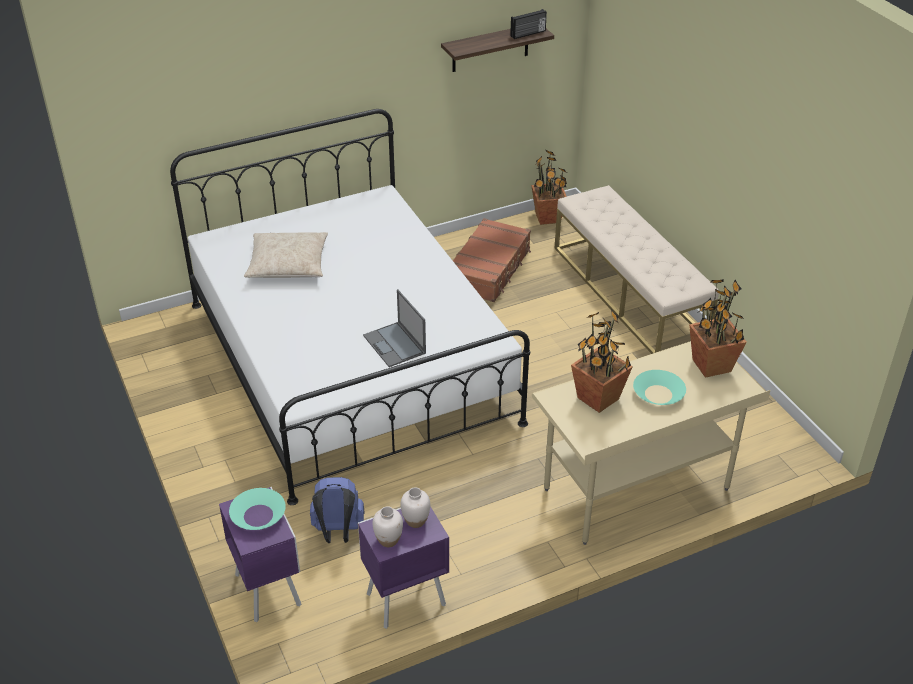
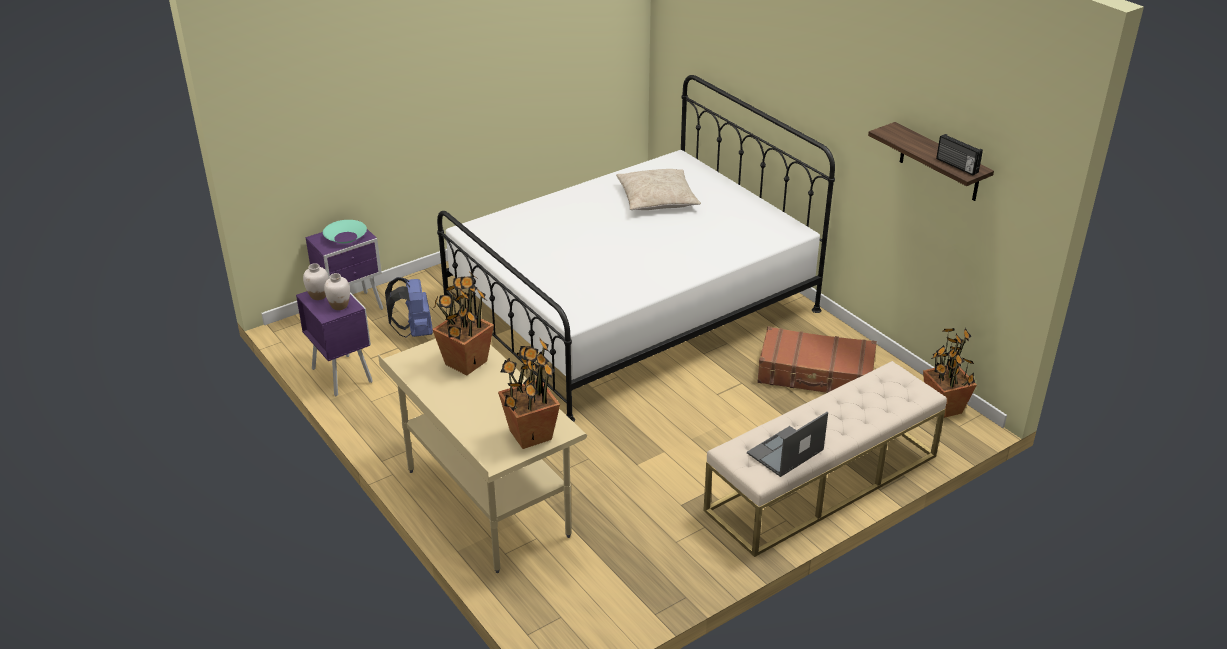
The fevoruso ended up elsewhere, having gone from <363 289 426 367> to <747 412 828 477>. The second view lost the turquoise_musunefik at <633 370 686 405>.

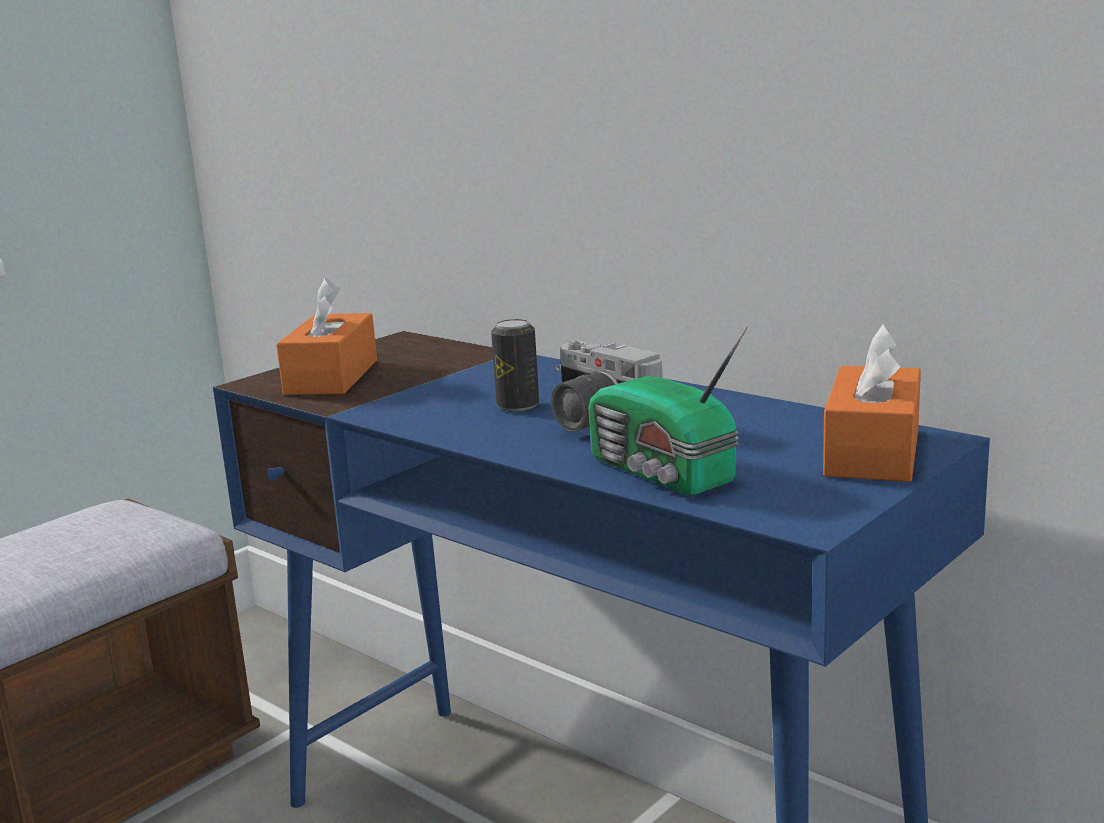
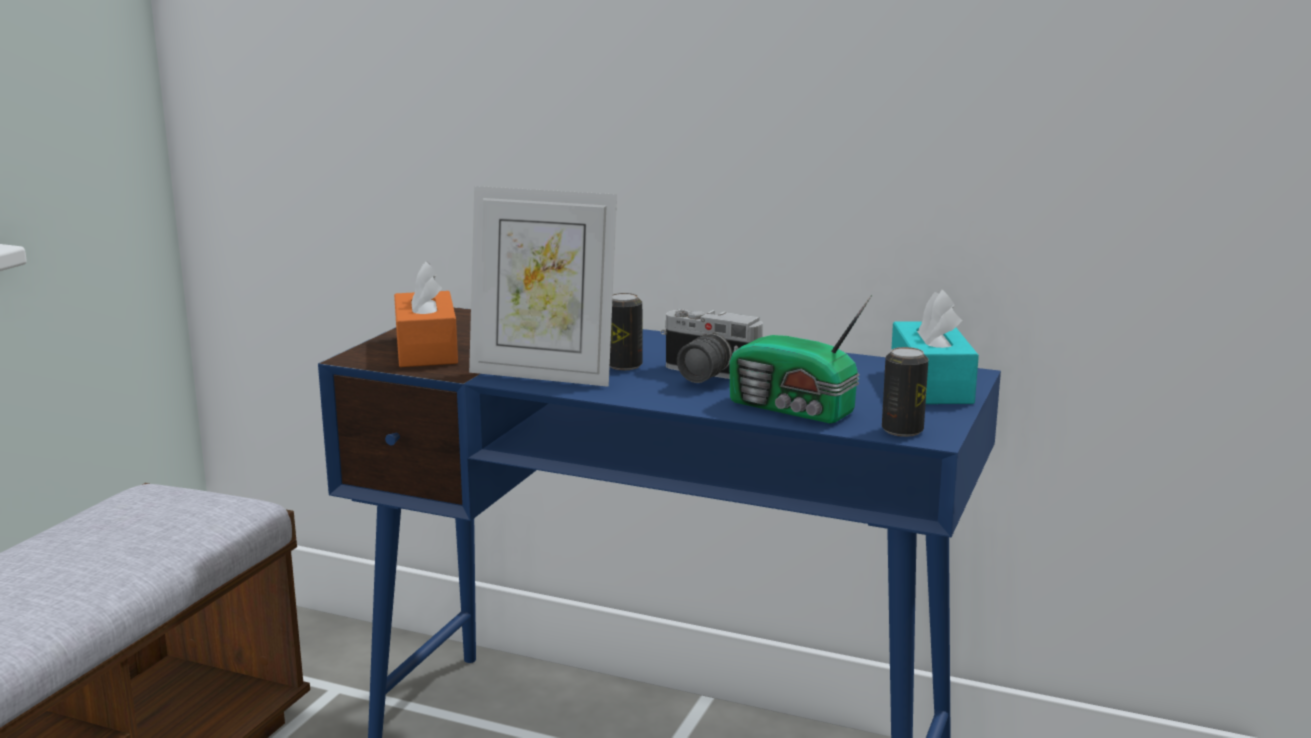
What was the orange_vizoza at <823 324 921 482> turned into the turquoise_vizoza at <891 290 979 404>. The second view gained the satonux at <469 186 617 387>. The second view gained the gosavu at <882 347 928 437>.

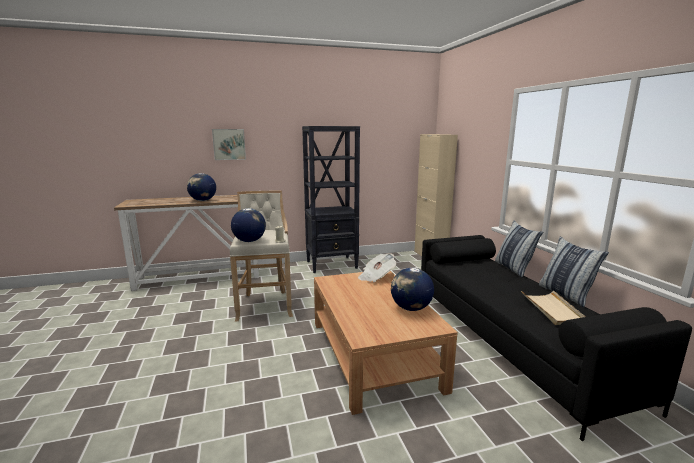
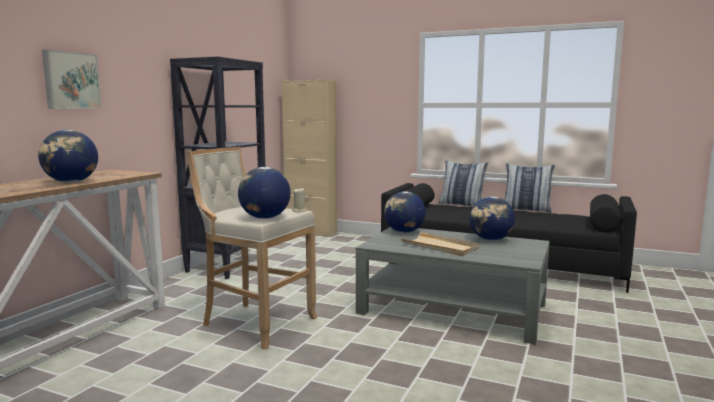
Where the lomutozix stood at <358 253 396 282>, the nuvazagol came to stand at <384 191 426 233>. What was the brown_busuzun at <314 271 458 415> turned into the grey_busuzun at <356 227 550 345>. The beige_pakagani ended up elsewhere, having gone from <521 291 586 325> to <401 232 479 256>.

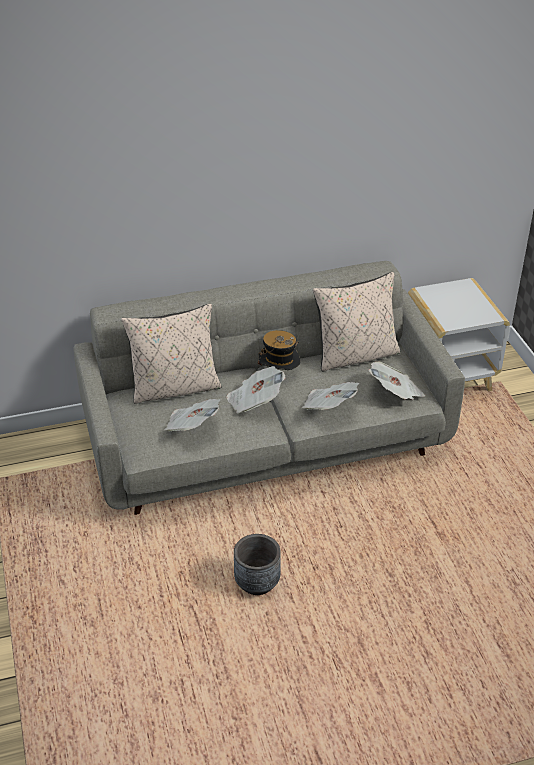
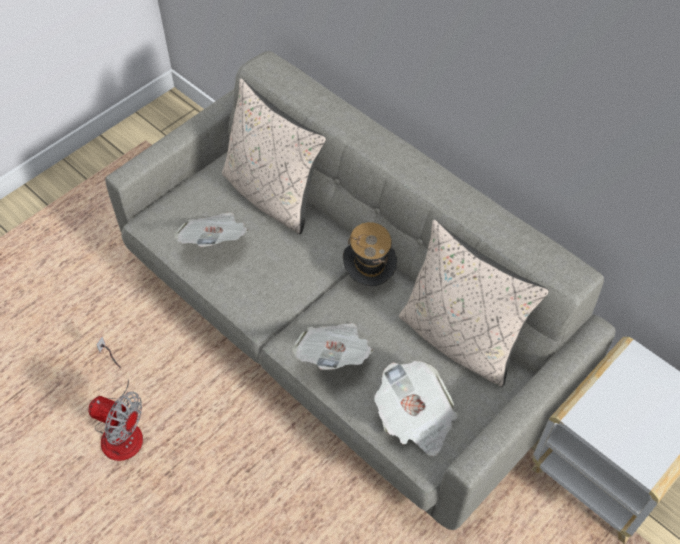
The second view lost the lomutozix at <226 366 285 414>. Where the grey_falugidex stood at <234 534 281 595>, the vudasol came to stand at <89 337 143 461>.

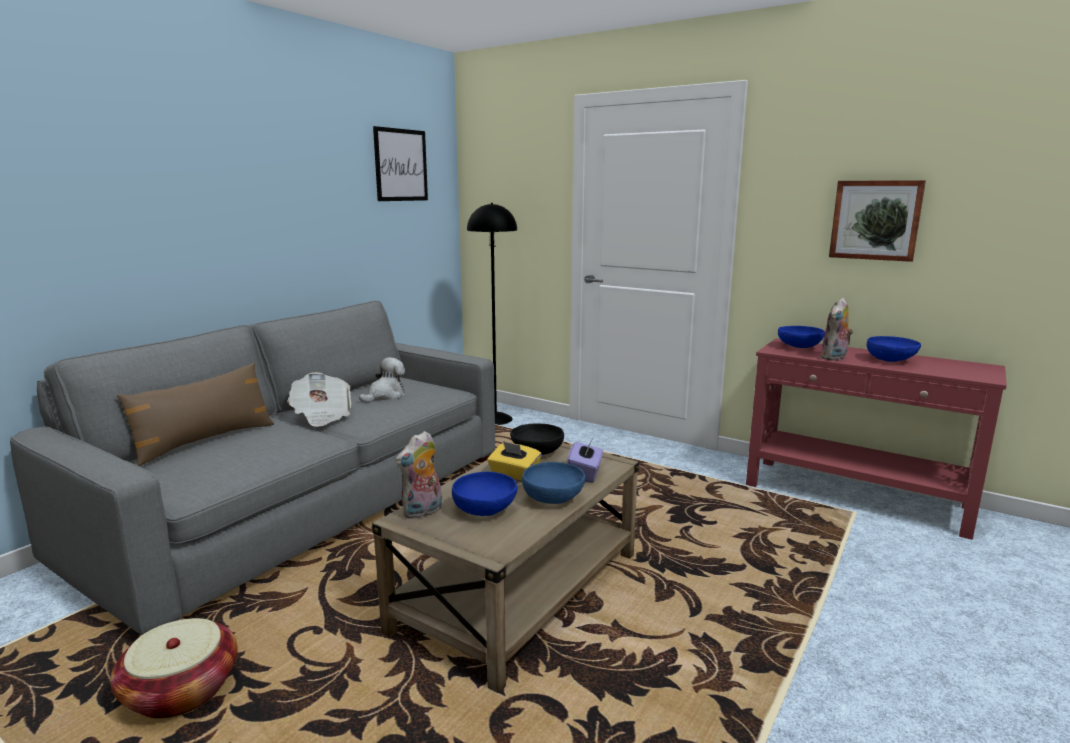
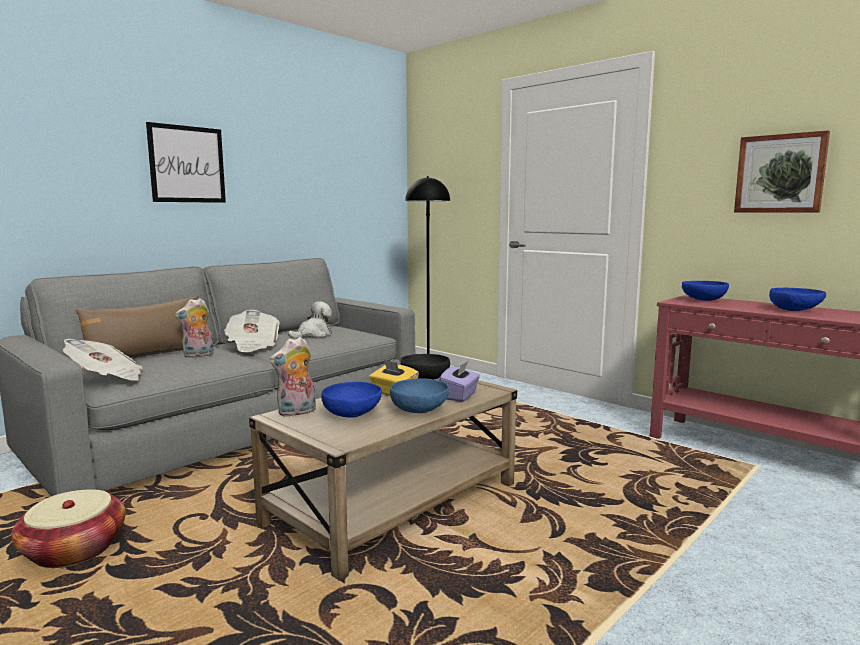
The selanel ended up elsewhere, having gone from <373 126 428 201> to <146 122 226 203>. The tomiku ended up elsewhere, having gone from <820 298 853 361> to <175 298 214 358>. The second view gained the lomutozix at <63 339 142 381>.

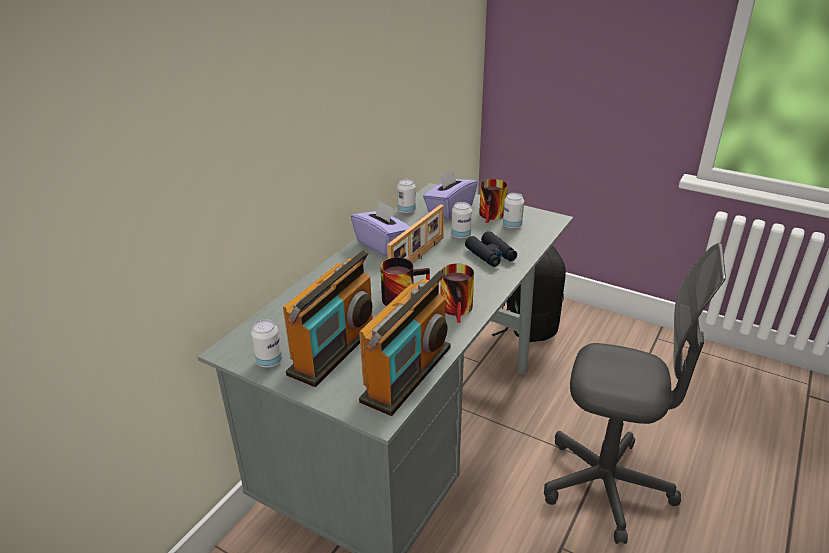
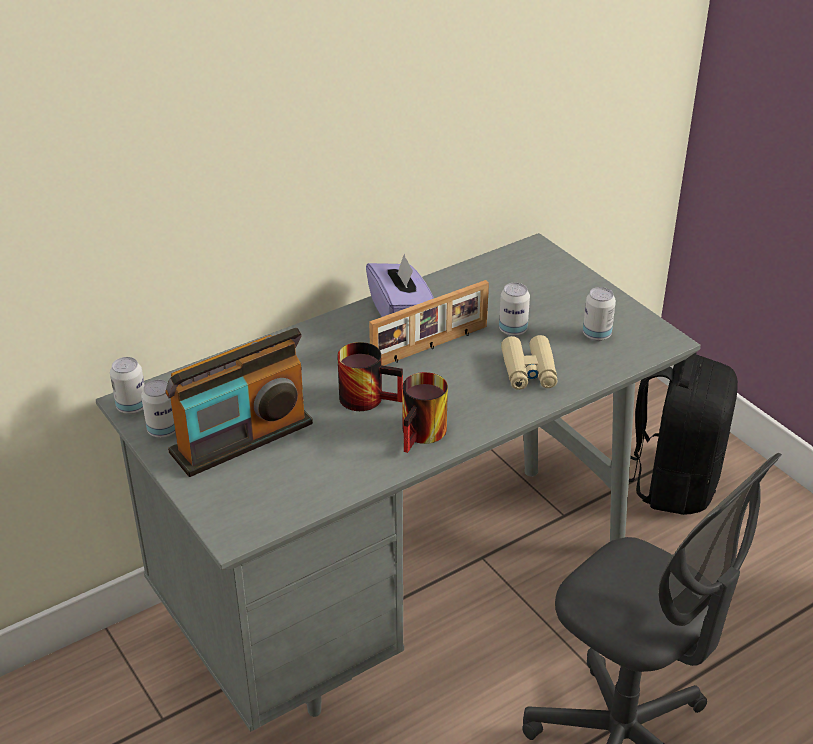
The second view lost the purple_vizoza at <423 168 478 220>. The gosavu ended up elsewhere, having gone from <397 179 416 214> to <110 357 145 414>. The second view lost the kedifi at <479 179 507 223>. What was the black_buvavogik at <465 231 517 267> turned into the beige_buvavogik at <501 335 558 390>. The second view lost the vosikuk at <359 271 451 416>.

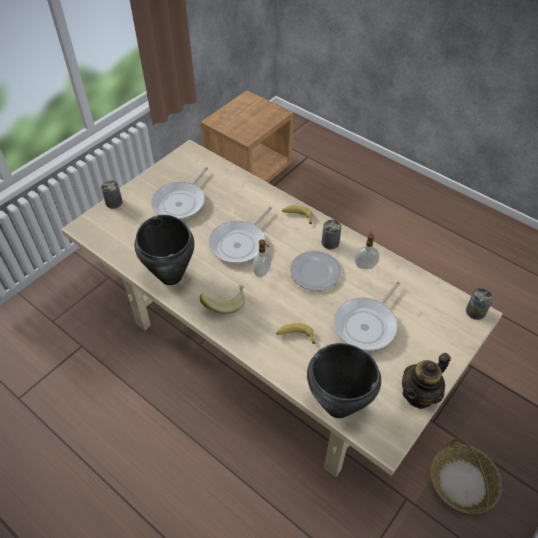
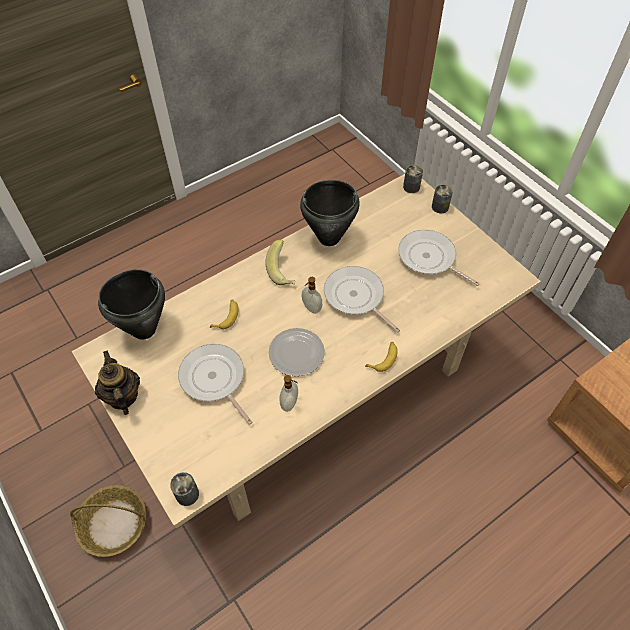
The gosavu ended up elsewhere, having gone from <322 220 341 249> to <403 165 423 193>.

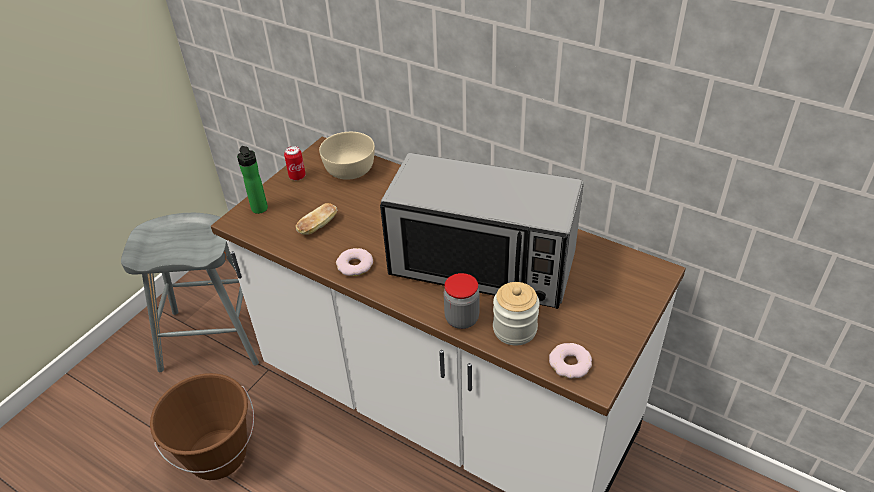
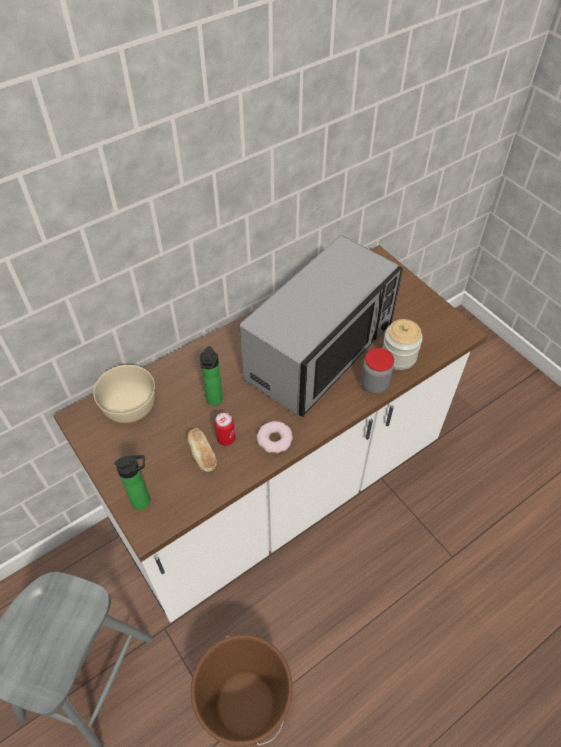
The gosavu ended up elsewhere, having gone from <284 146 306 180> to <214 413 236 446>. The second view lost the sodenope at <549 343 592 379>. The second view gained the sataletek at <200 346 223 406>.

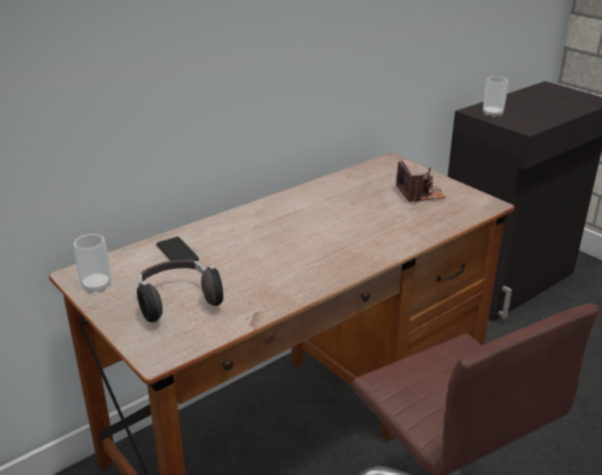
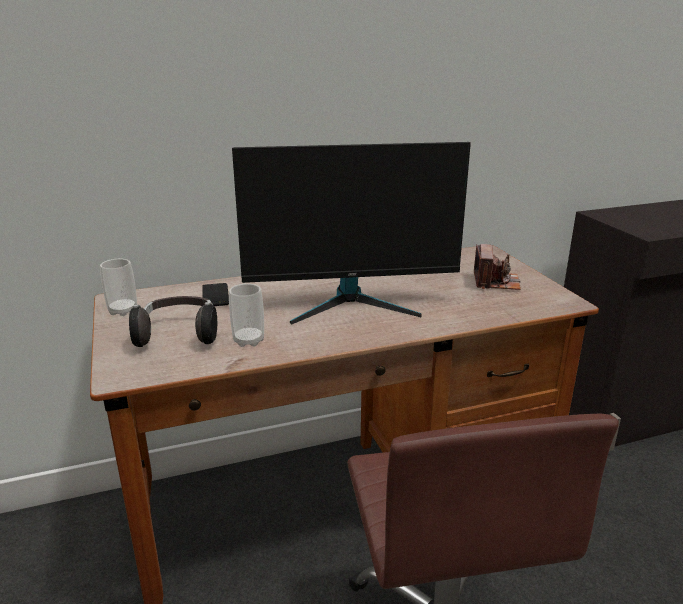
The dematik ended up elsewhere, having gone from <483 76 508 118> to <229 284 264 347>. The second view gained the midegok at <232 142 471 325>.

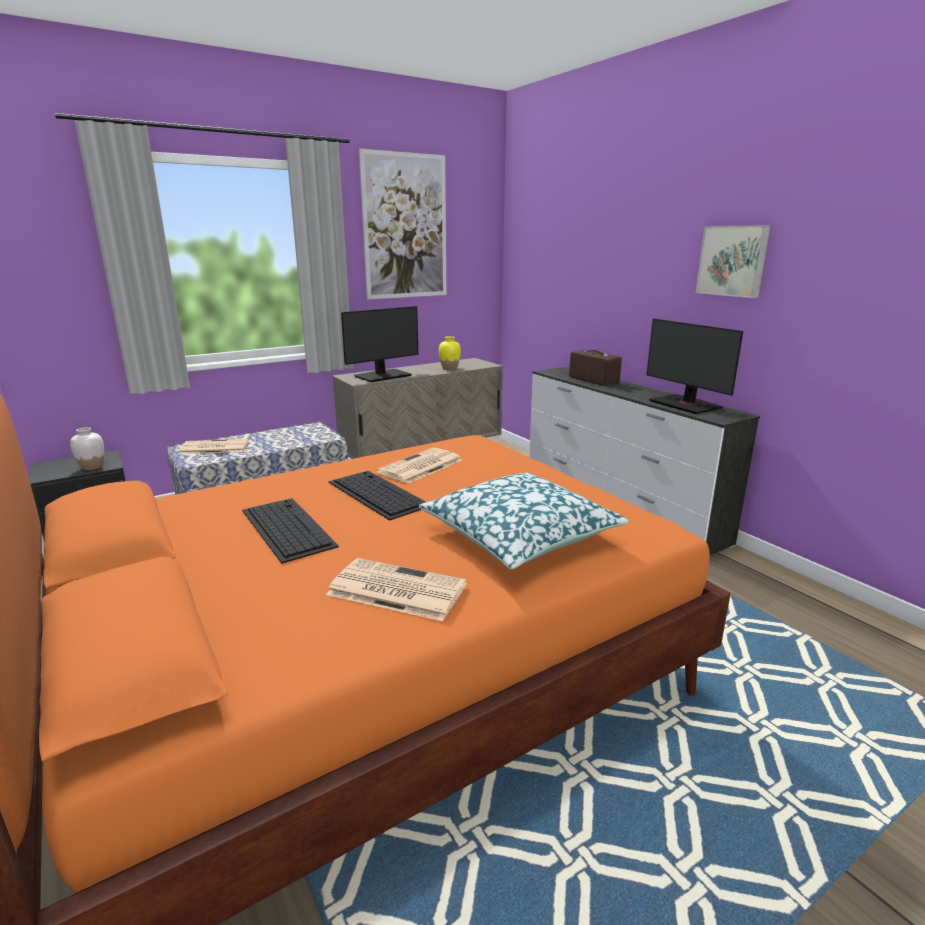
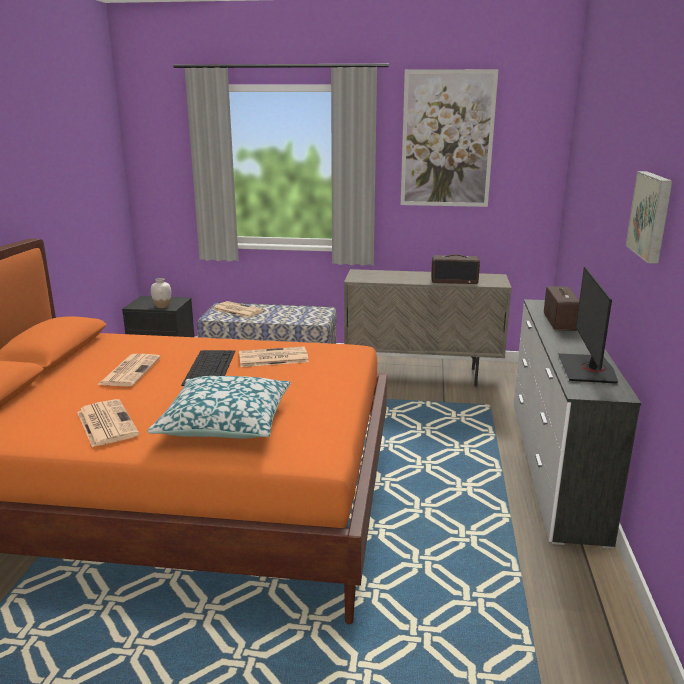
The second view lost the midegok at <341 306 418 382>. Where the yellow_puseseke stood at <439 336 461 370>, the vosikuk came to stand at <431 254 480 284>. Where the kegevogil stood at <242 498 339 564>, the lomutozix came to stand at <98 354 161 386>.

